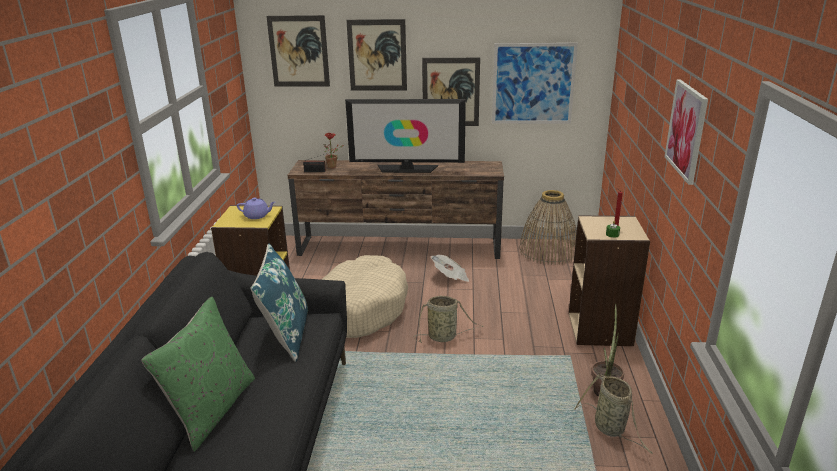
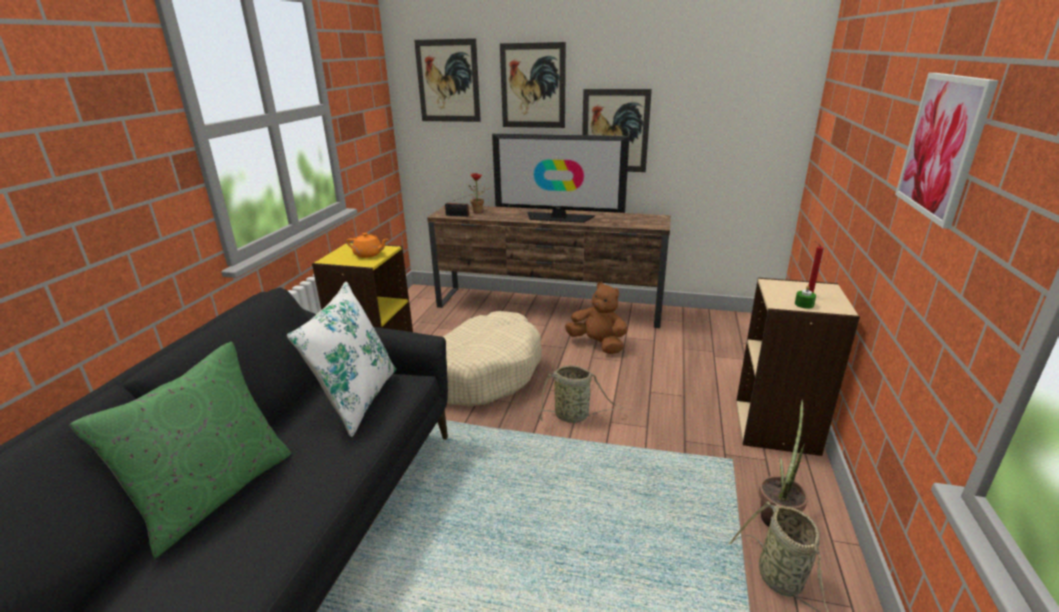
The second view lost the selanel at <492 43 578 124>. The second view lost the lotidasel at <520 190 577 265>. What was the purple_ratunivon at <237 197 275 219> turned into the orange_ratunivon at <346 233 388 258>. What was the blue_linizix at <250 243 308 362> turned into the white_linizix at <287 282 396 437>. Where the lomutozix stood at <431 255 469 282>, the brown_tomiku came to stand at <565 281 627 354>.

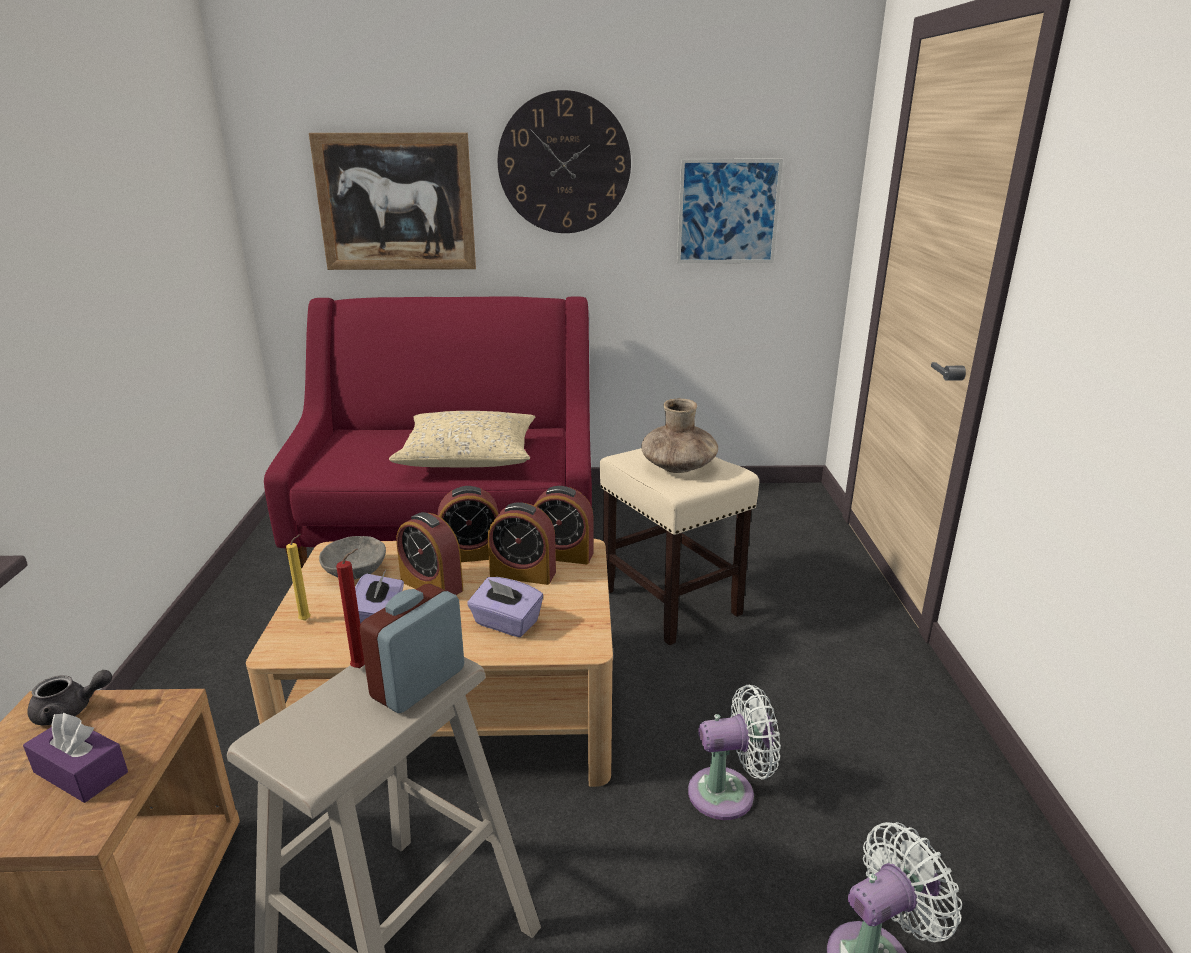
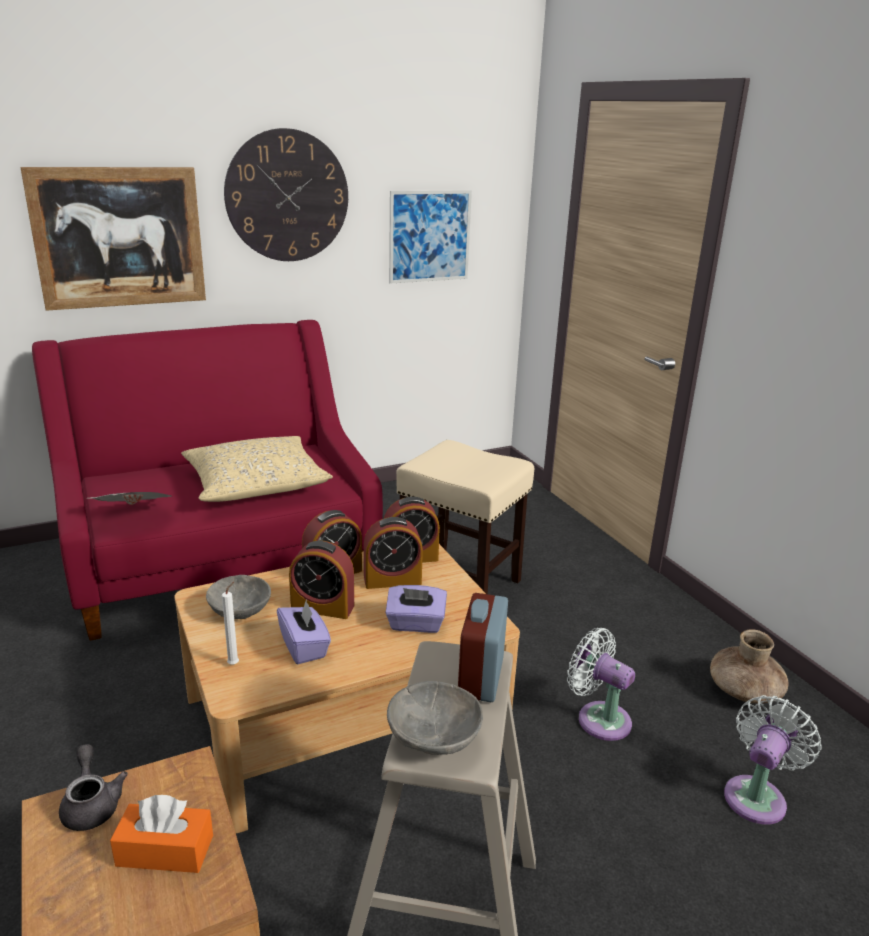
The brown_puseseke ended up elsewhere, having gone from <641 399 718 473> to <710 629 788 704>. What was the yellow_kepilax at <286 534 311 621> turned into the white_kepilax at <222 582 239 665>. The second view lost the red_kepilax at <336 549 365 668>. The grey_ratunivon at <27 670 112 726> ended up facing another way, 75 degrees counterclockwise from before. The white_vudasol at <688 685 781 820> ended up facing another way, 105 degrees counterclockwise from before. What was the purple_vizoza at <23 713 128 803> turned into the orange_vizoza at <110 795 213 873>. The second view gained the lomutozix at <88 492 172 505>. The second view gained the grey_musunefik at <387 681 483 755>.

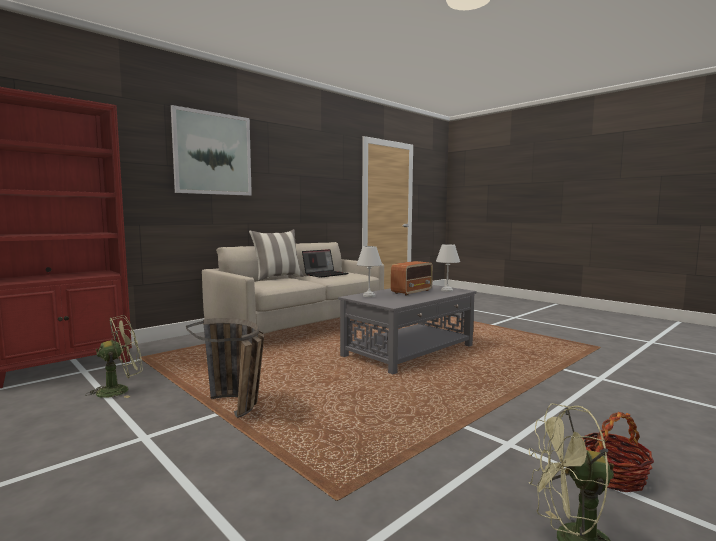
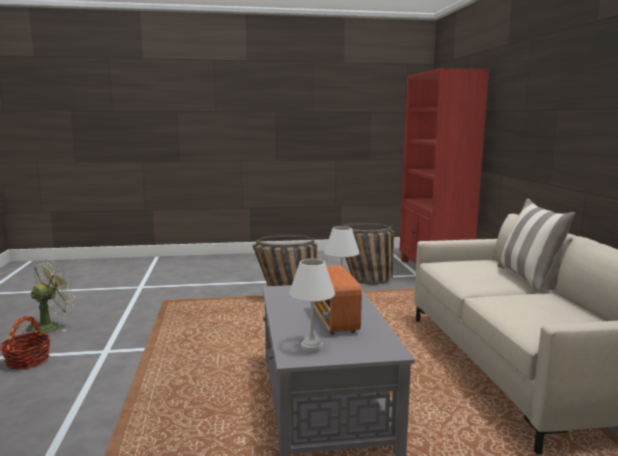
The second view lost the selanel at <171 105 252 196>. The second view lost the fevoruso at <302 249 348 278>. Where the green_vudasol stood at <85 315 143 398>, the lotidasel came to stand at <343 223 394 284>.

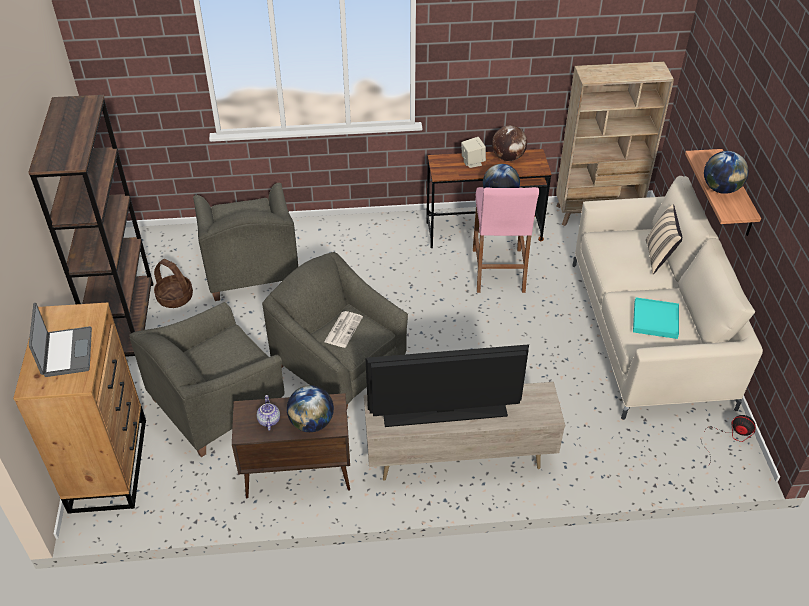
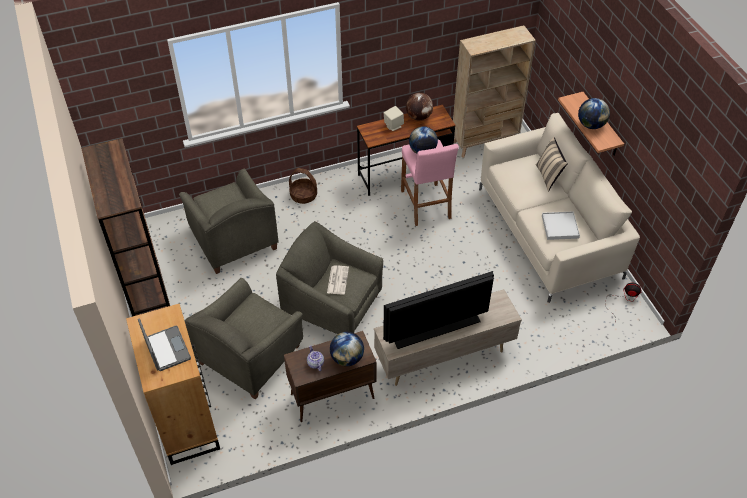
The lotidasel ended up elsewhere, having gone from <154 259 193 308> to <289 168 317 204>. What was the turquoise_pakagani at <633 298 679 339> turned into the white_pakagani at <542 211 580 240>.

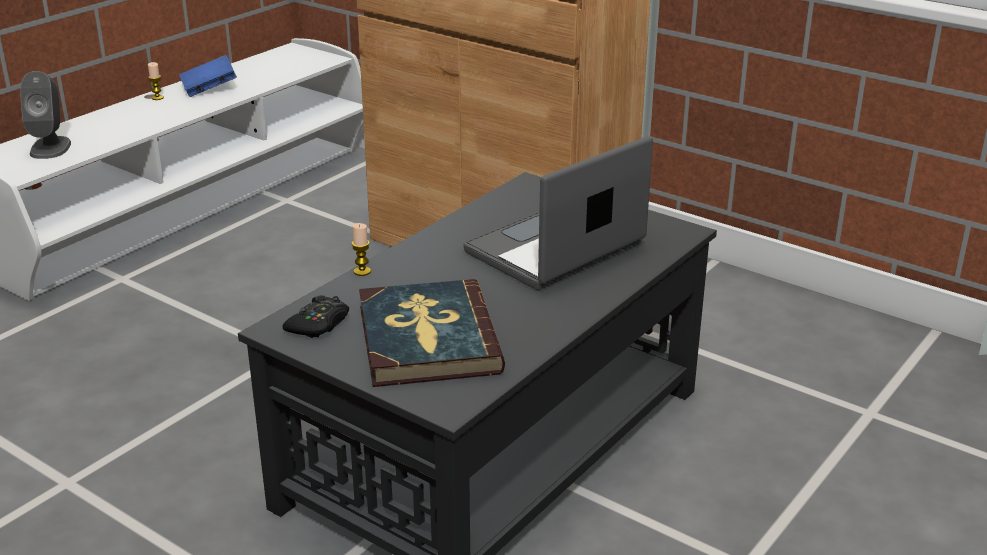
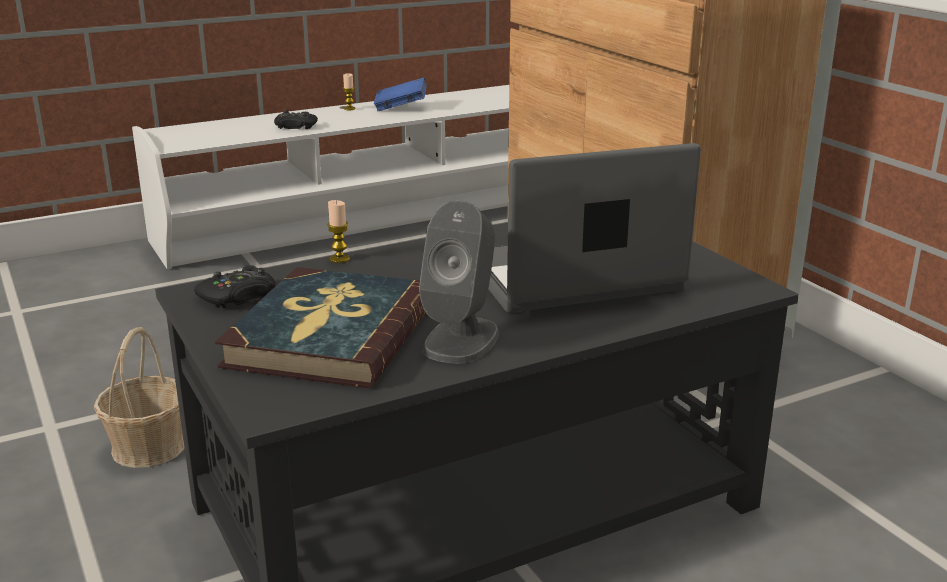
The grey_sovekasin ended up elsewhere, having gone from <20 71 71 159> to <419 200 499 364>. The second view gained the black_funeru at <274 109 318 129>. The second view gained the lotidasel at <94 327 184 468>.

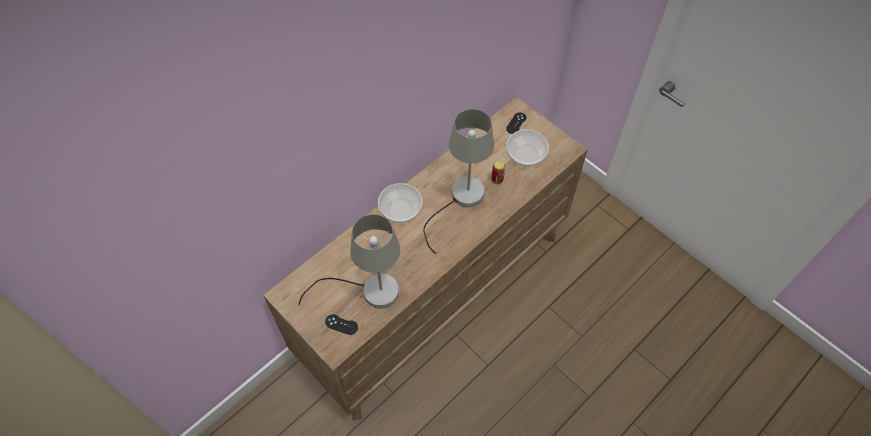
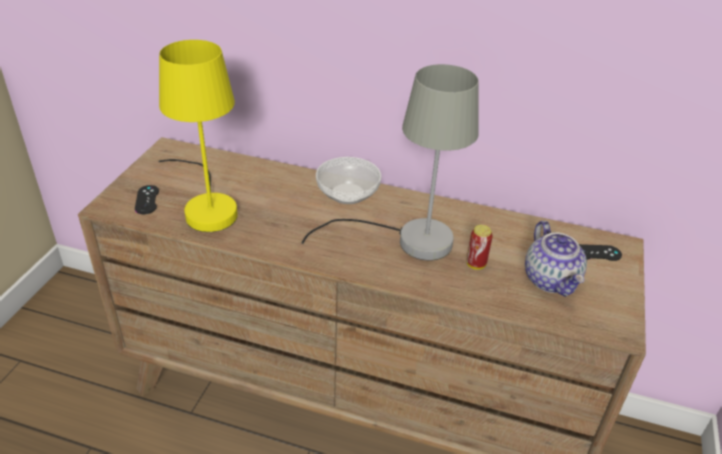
Where the musunefik stood at <506 130 549 166>, the ratunivon came to stand at <525 221 587 297>. What was the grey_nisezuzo at <298 214 400 309> turned into the yellow_nisezuzo at <159 40 238 232>.

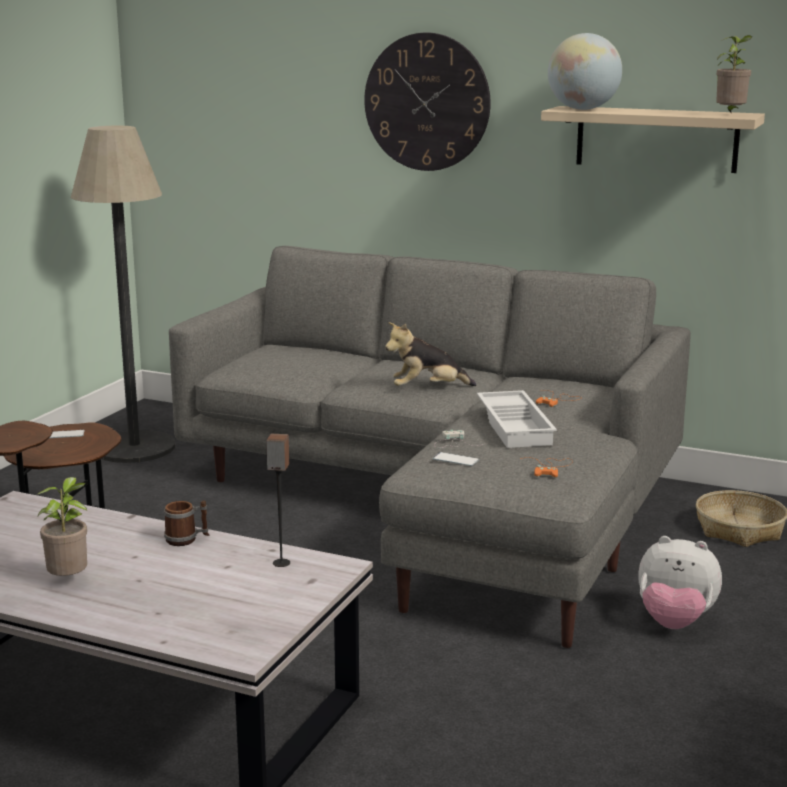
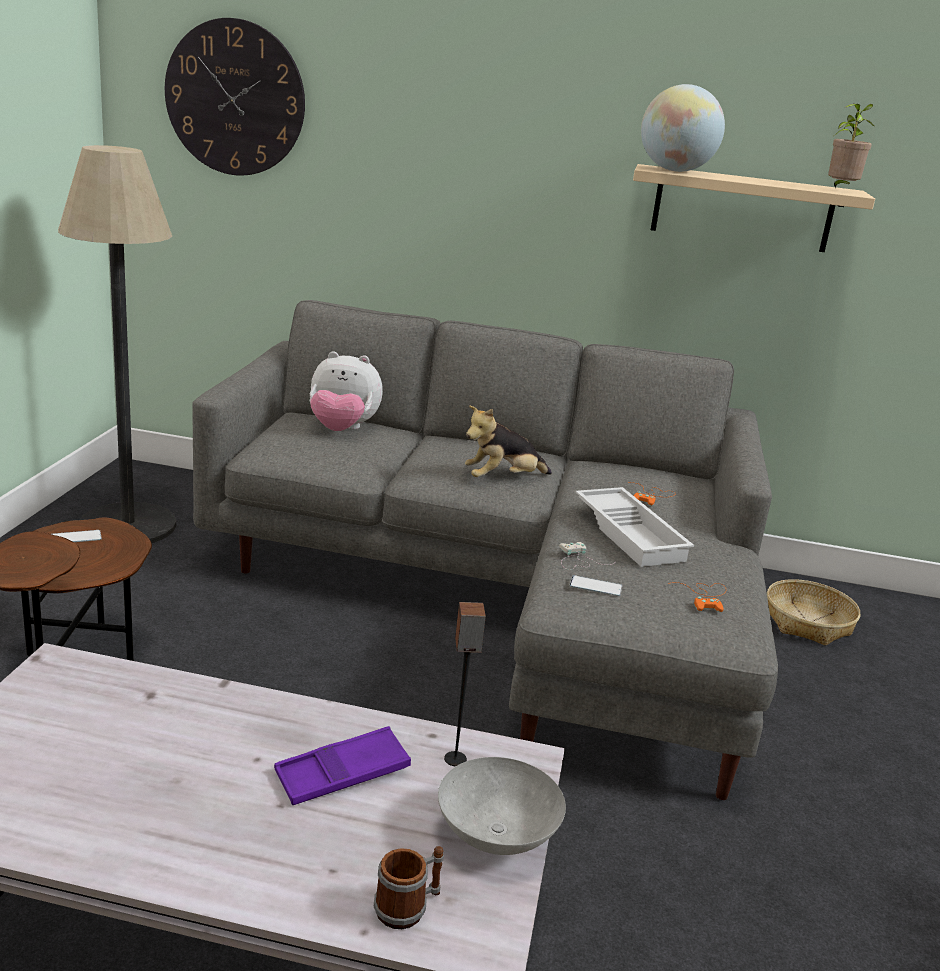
The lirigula ended up elsewhere, having gone from <364 33 491 171> to <165 18 305 176>. The second view lost the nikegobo at <38 477 87 576>. The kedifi ended up elsewhere, having gone from <164 500 209 546> to <374 846 444 929>. The tomiku ended up elsewhere, having gone from <638 536 722 629> to <309 351 383 431>. The second view gained the purple_pakagani at <274 726 411 805>. The second view gained the grey_musunefik at <438 757 566 855>.

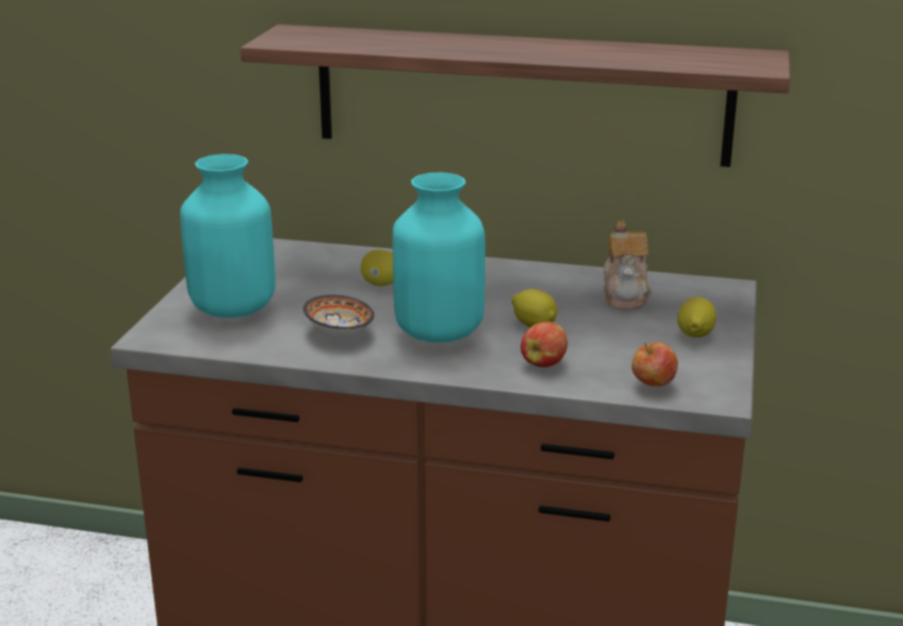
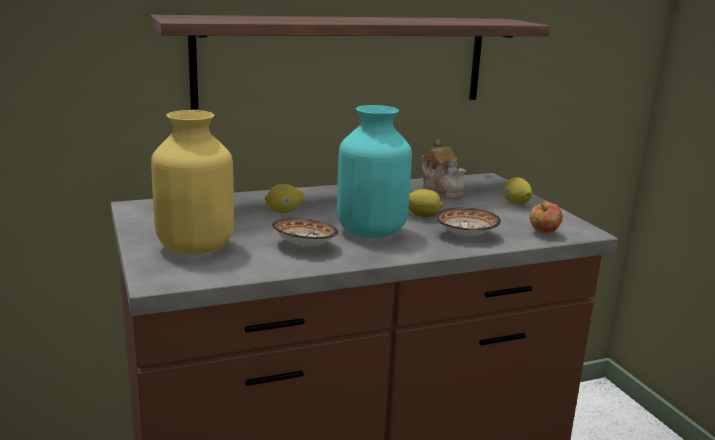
What was the turquoise_puseseke at <180 154 275 318> turned into the yellow_puseseke at <151 110 234 255>. Where the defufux stood at <521 322 568 367>, the musunefik came to stand at <435 207 501 236>.

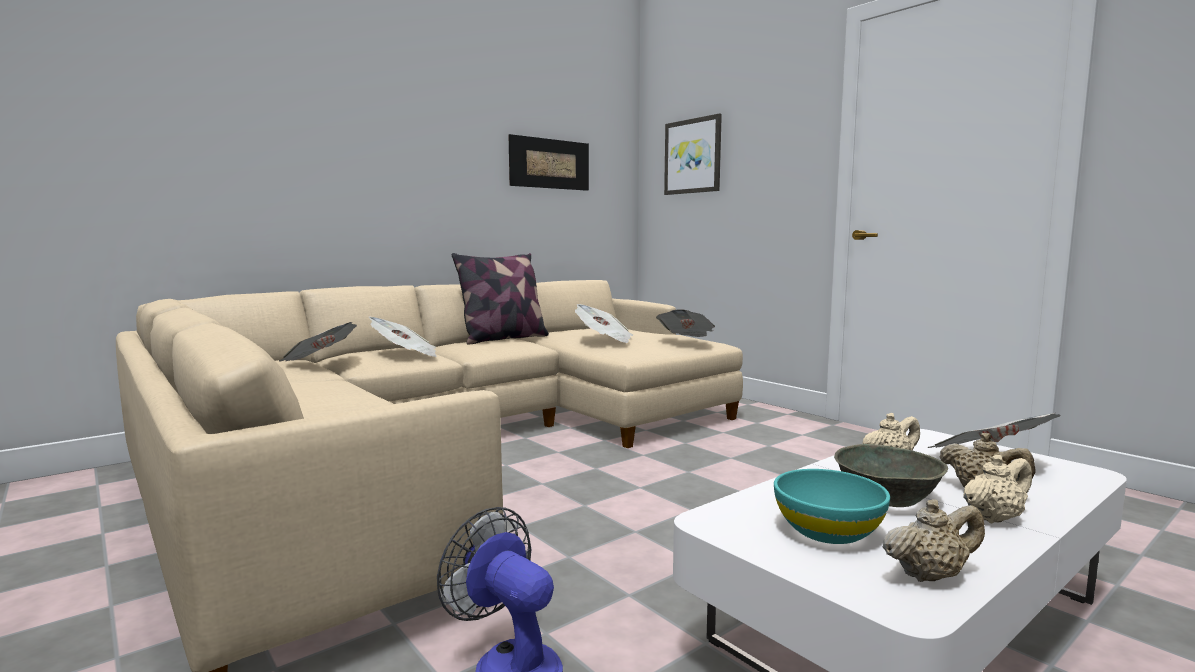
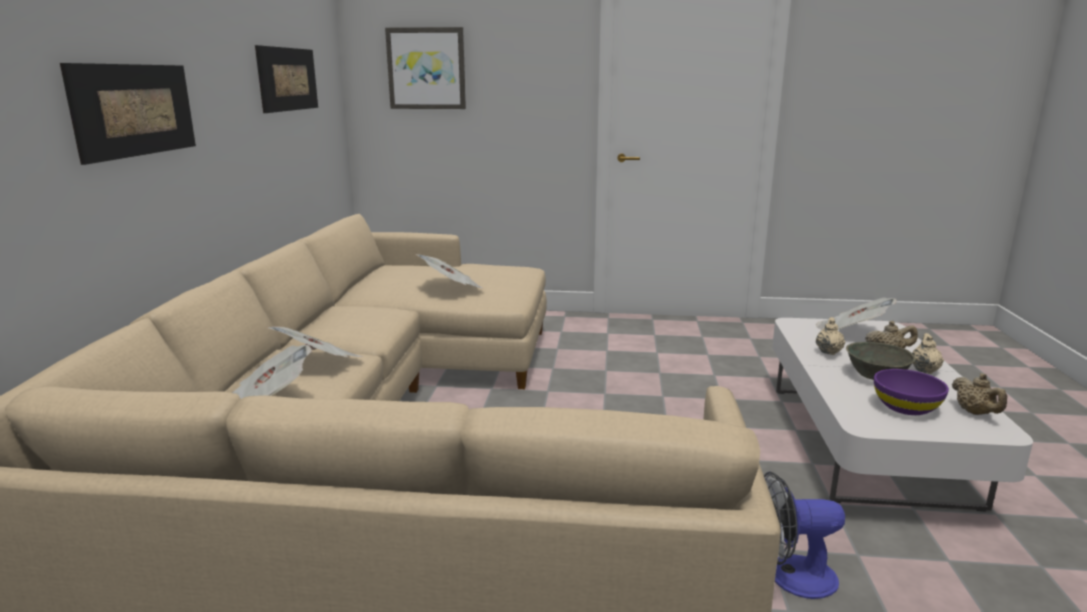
The second view lost the linizix at <451 253 549 345>. The second view lost the lomutozix at <656 309 715 337>. What was the turquoise_musunefik at <774 469 890 544> turned into the purple_musunefik at <874 369 949 415>. The beige_ratunivon at <883 499 985 582> ended up facing another way, 135 degrees clockwise from before. The second view gained the selanel at <60 63 196 165>.

